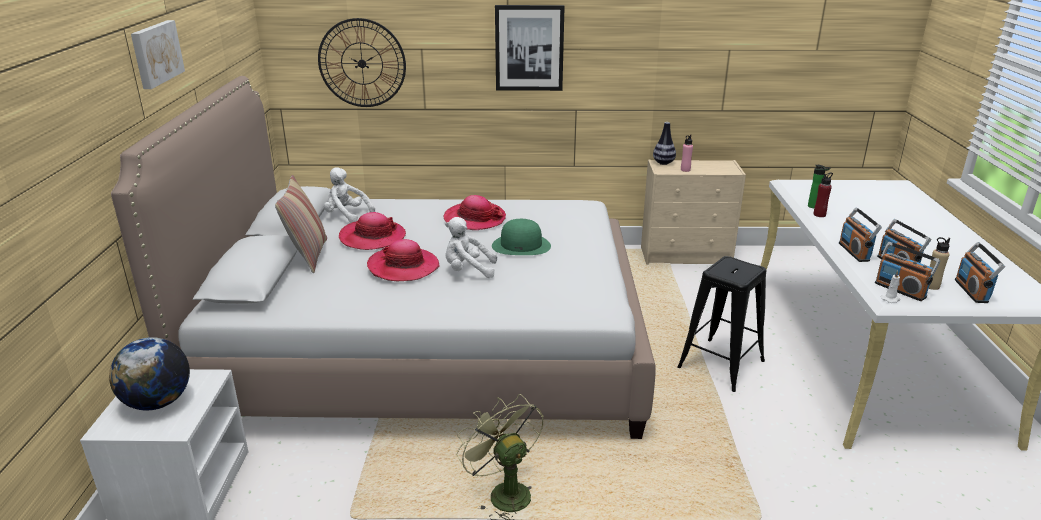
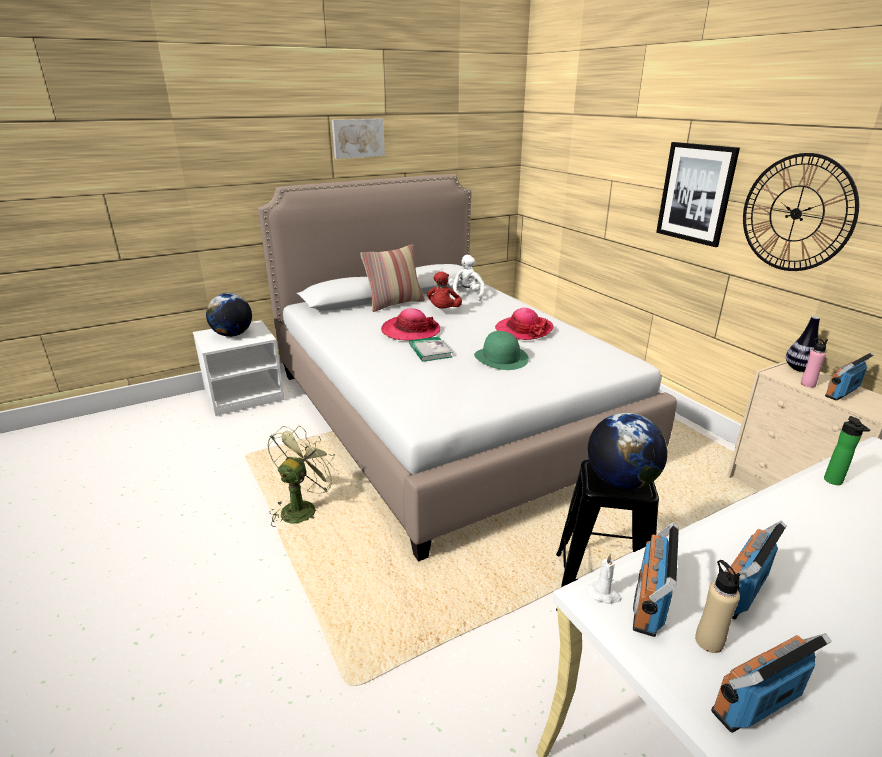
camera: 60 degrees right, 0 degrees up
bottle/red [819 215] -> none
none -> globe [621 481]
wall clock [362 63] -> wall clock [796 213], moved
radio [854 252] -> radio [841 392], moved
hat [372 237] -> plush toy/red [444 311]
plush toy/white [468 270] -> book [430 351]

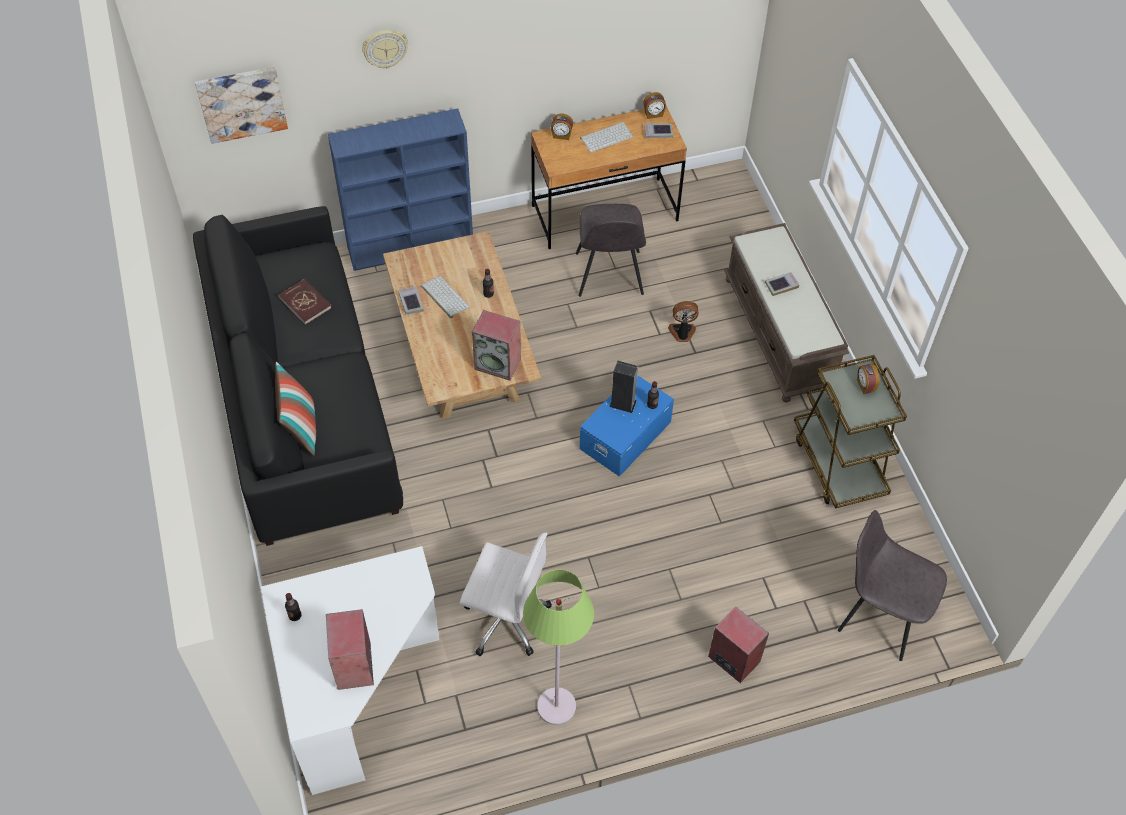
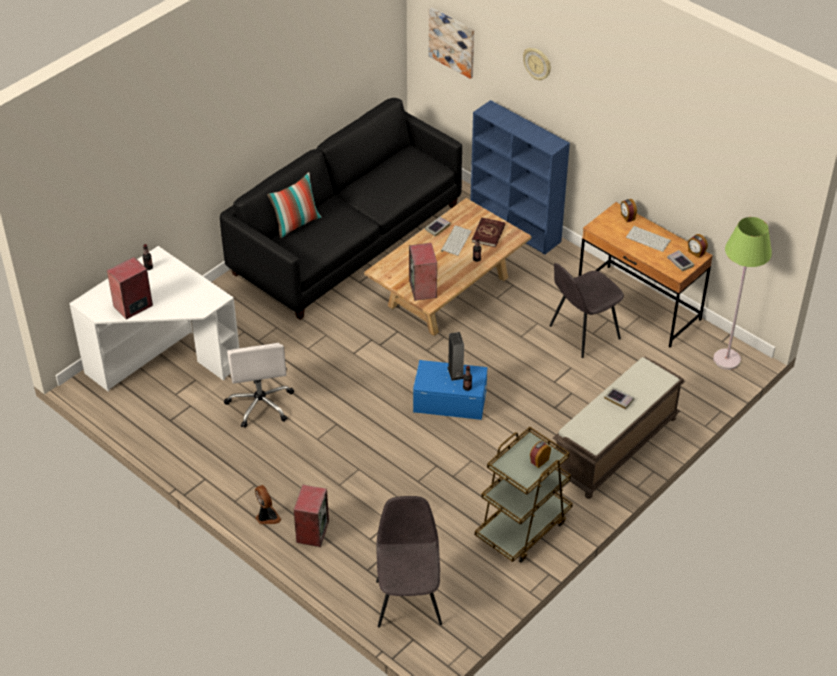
camera: 60 degrees right, 10 degrees down
book/red [305 303] -> book/red [488 234], moved
floor lamp/green [556 706] -> floor lamp/green [727 359], moved
fan [682 333] -> fan [267 517], moved

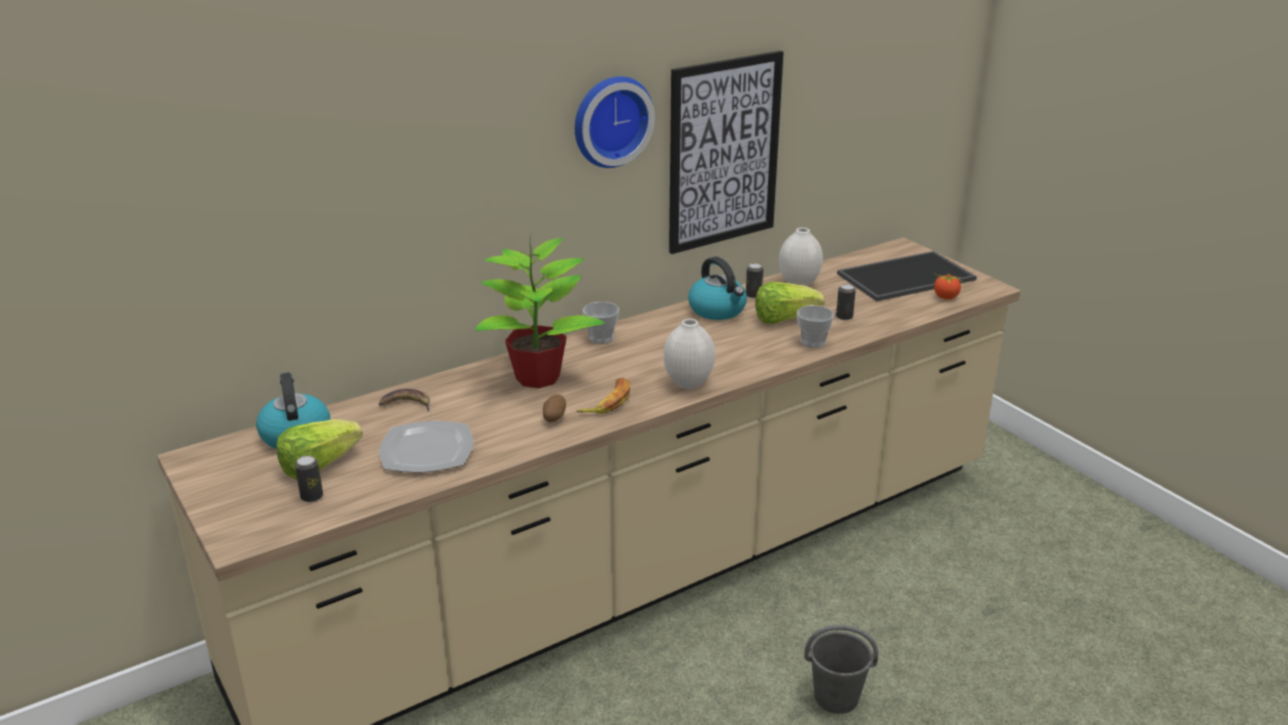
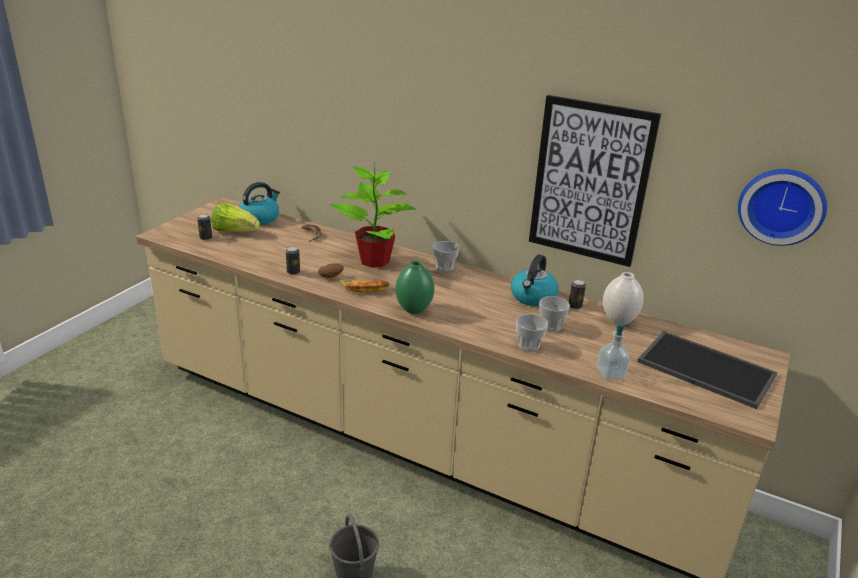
camera: 60 degrees right, 0 degrees up
plate [426 451] -> none
tomato [945 297] -> none
none -> soap dispenser [610 373]
wall clock [610 120] -> wall clock [782 205], moved
can [844 317] -> can [293 272], moved
lettuce [784 319] -> cup [551 326]
vase/white [689 384] -> vase/green [414 310]

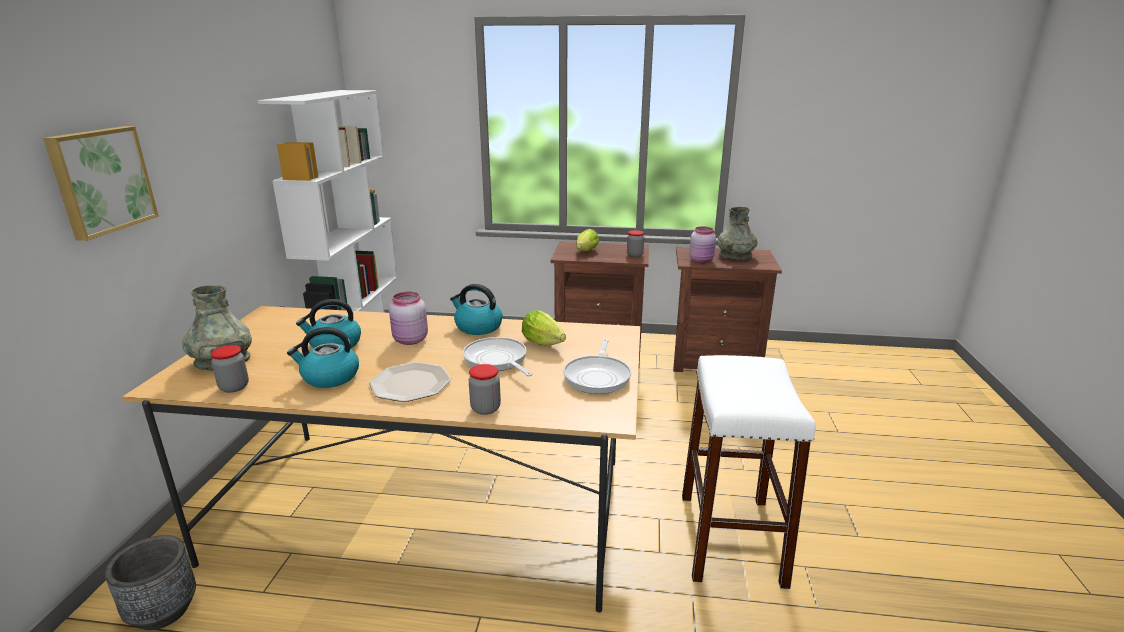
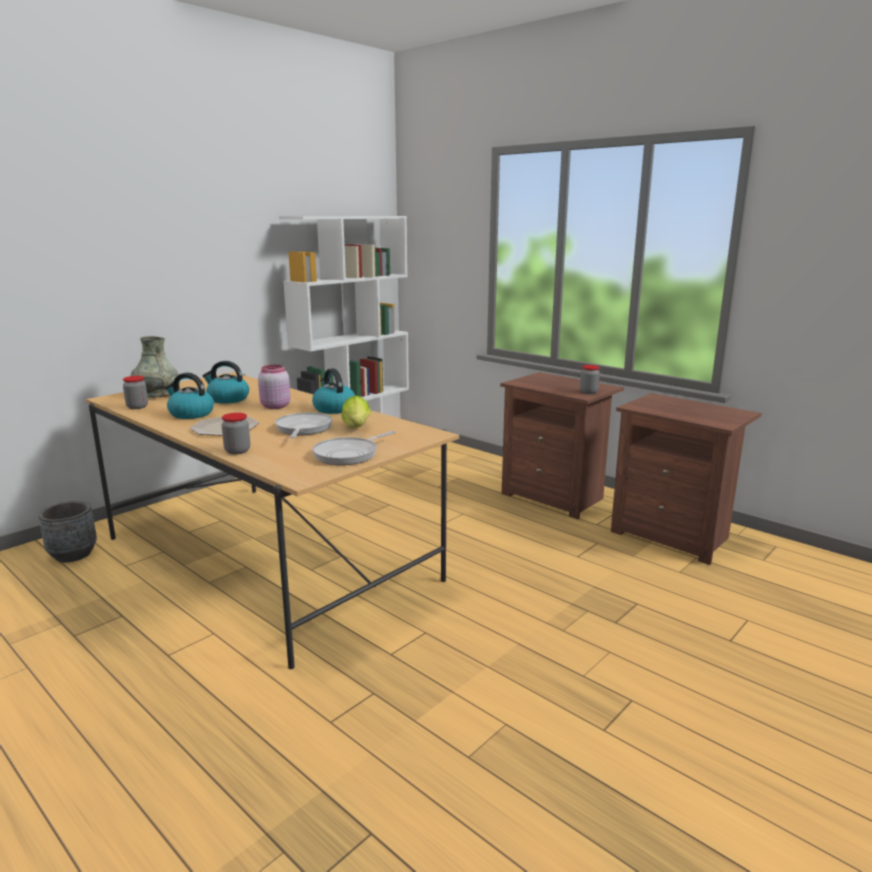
camera: 35 degrees right, 5 degrees down
picture [101 180] -> none
lettuce [585 252] -> none
stool/white [730 538] -> none
jar/pink [702 261] -> none
vase/grey [735 255] -> none

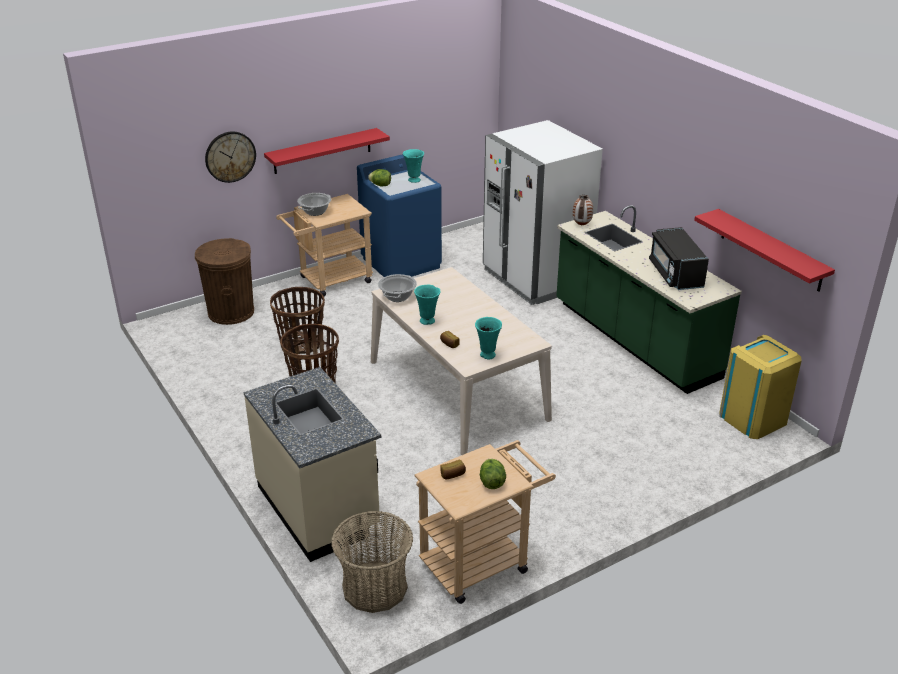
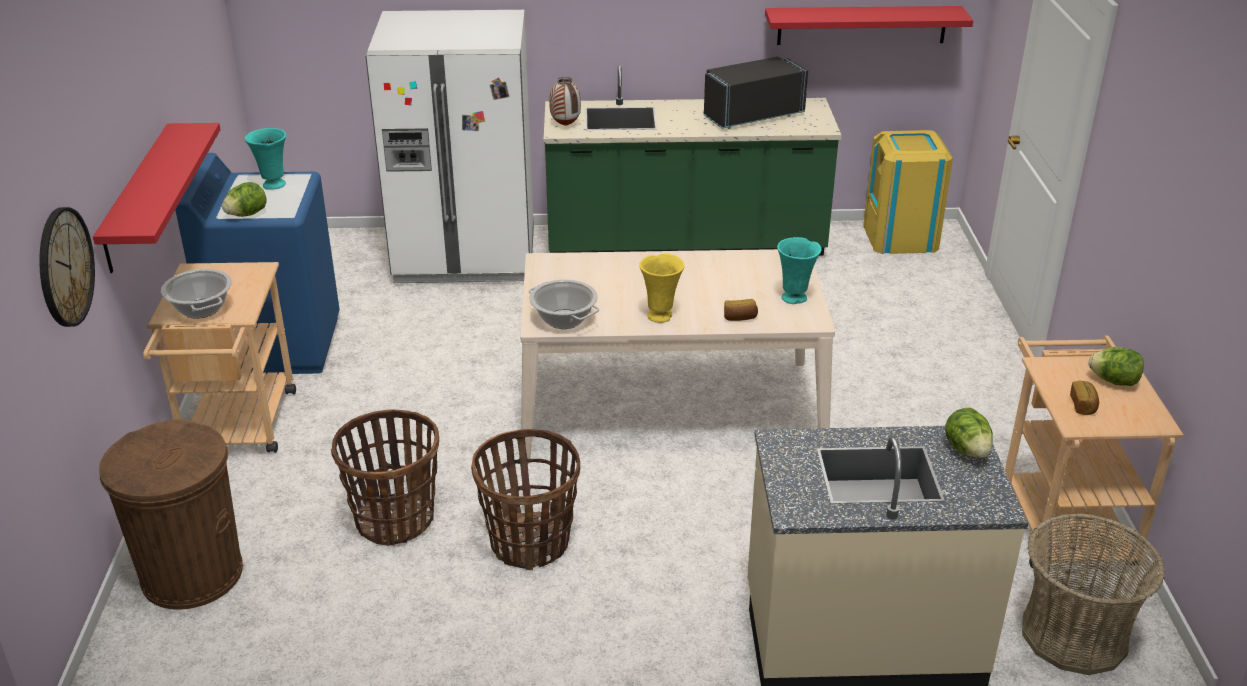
camera: 60 degrees left, 0 degrees up
none -> lettuce [967 450]
vase/turquoise [427 321] -> vase/yellow [661 316]
microwave/black [675 274] -> microwave/black [752 116], 135 degrees clockwise

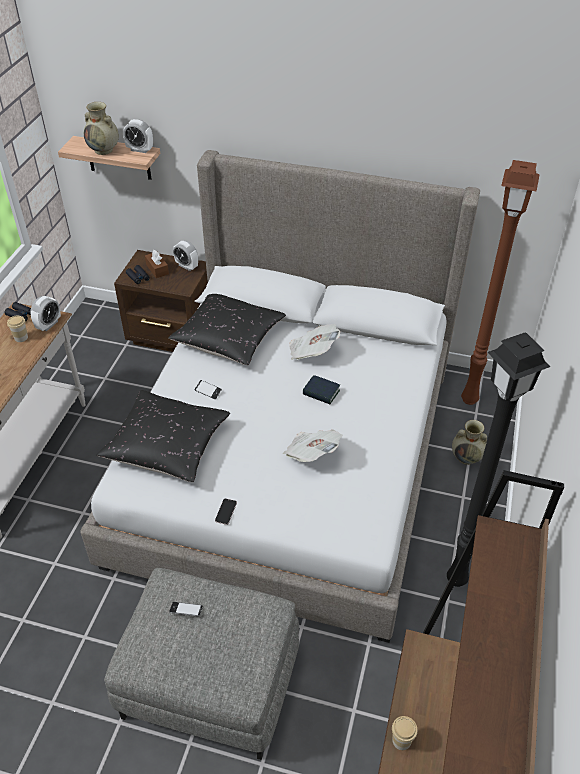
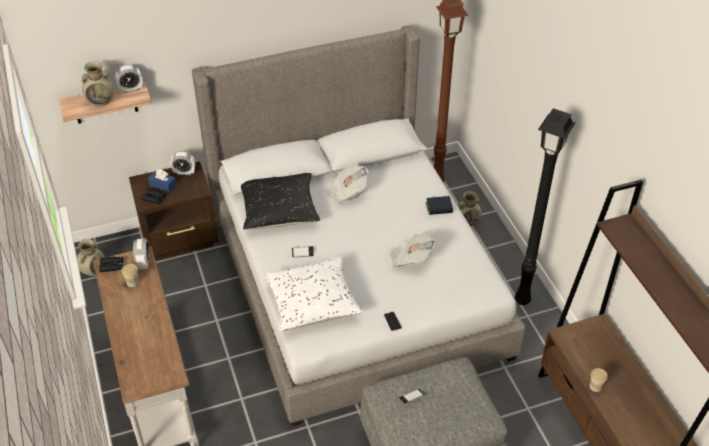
camera: 35 degrees left, 0 degrees up
none -> vase/beige [93 270]
book [321 392] -> book [439 208], moved
pillow/black [167 445] -> pillow/white [312 302]
tissue box/brown [157 269] -> tissue box/blue [163 185]

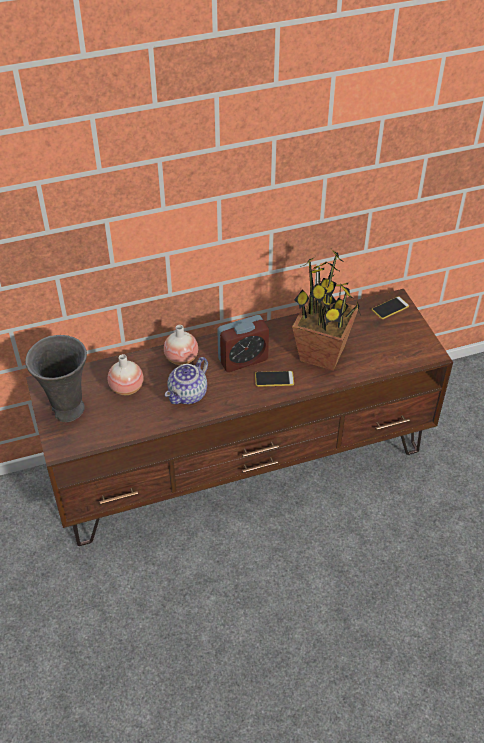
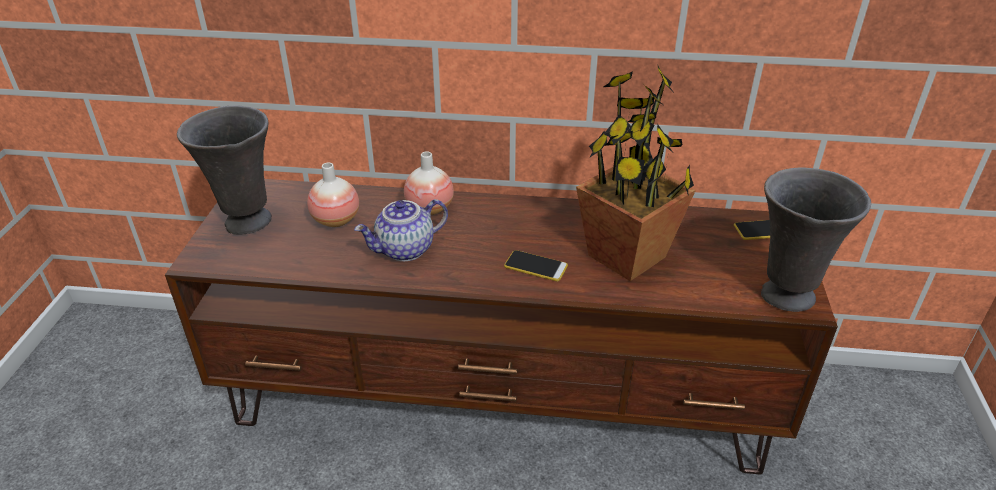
camera: 25 degrees right, 10 degrees down
alarm clock [243 359] -> none
none -> vase/grey [785 296]

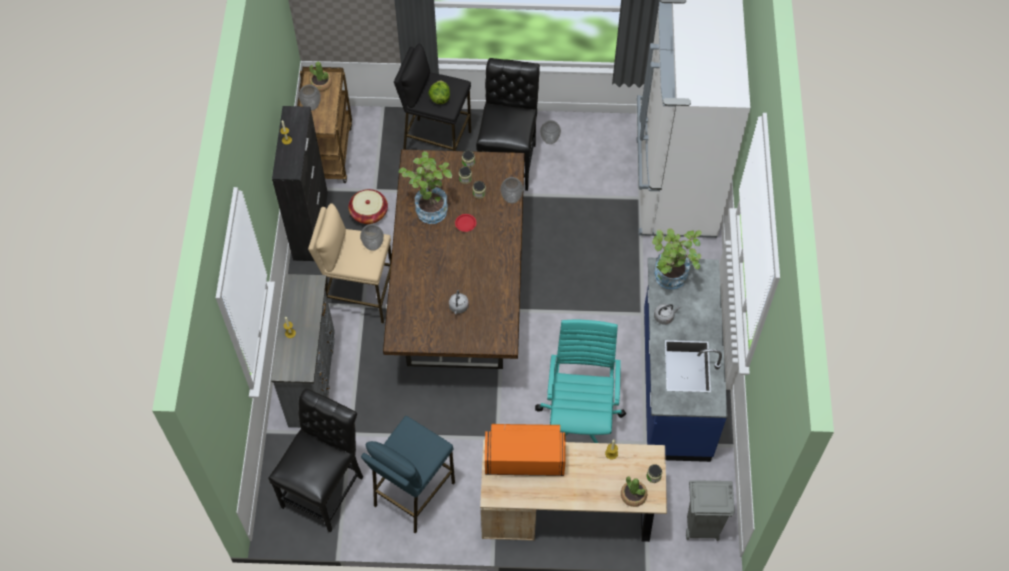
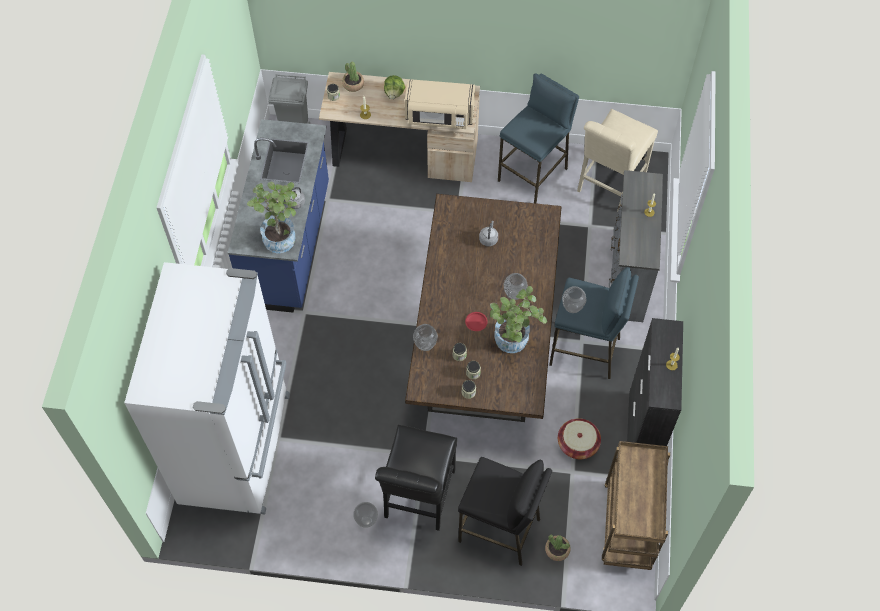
camera: 175 degrees left, 0 degrees up
office chair/turquoise [580 421] -> none
vase [311 107] -> vase [514 295], moved
potted plant [321 84] -> potted plant [557 550], moved
lettuce [439 98] -> lettuce [394 93], moved
chair/black [326 488] -> chair/beige [609 185]
stool/beige [359 296] -> stool/blue [585 351]
microwave/orange [524 458] -> microwave/beige [439 116]

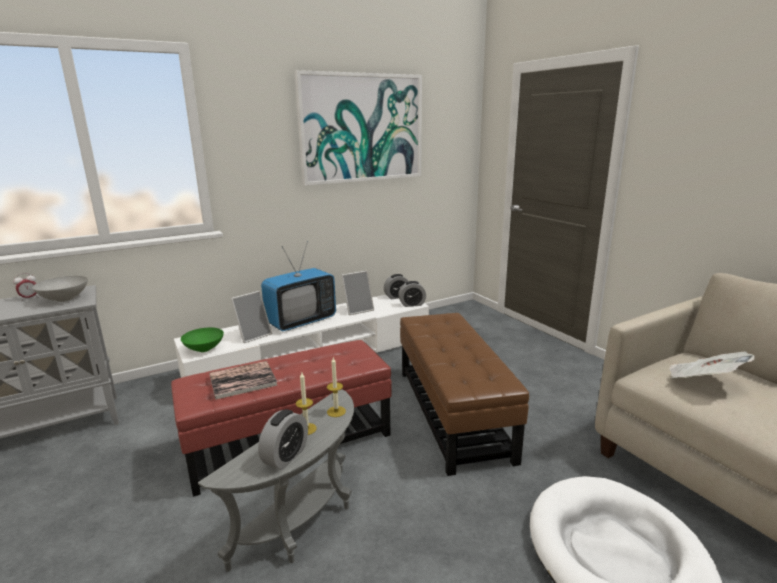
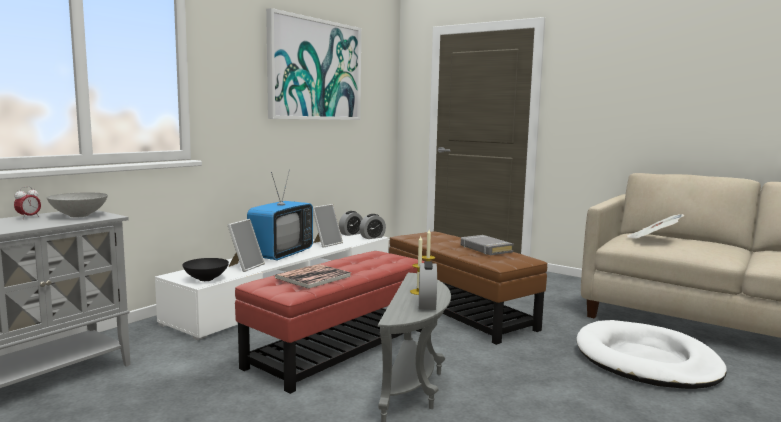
camera: 25 degrees left, 10 degrees down
none -> book/grey [485 249]
bowl/green [205 349] -> bowl/black [207 279]

